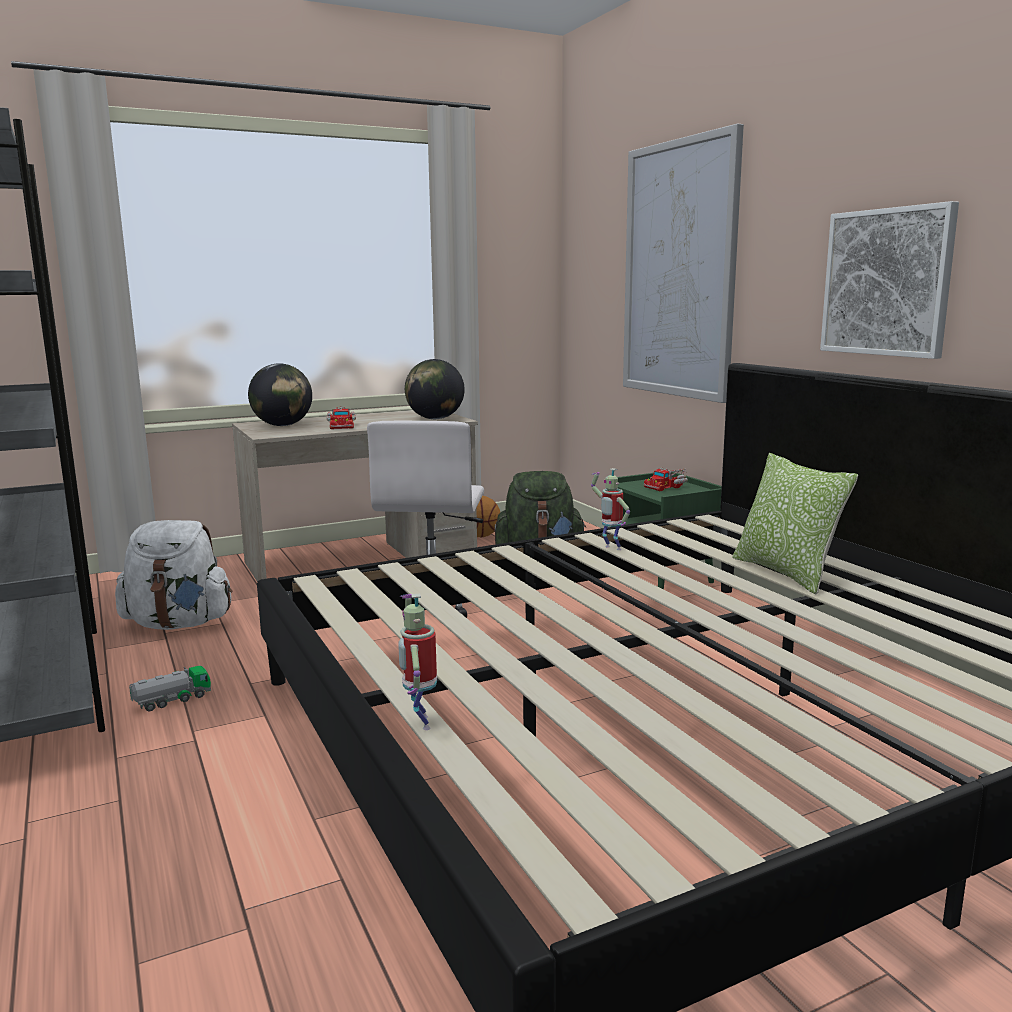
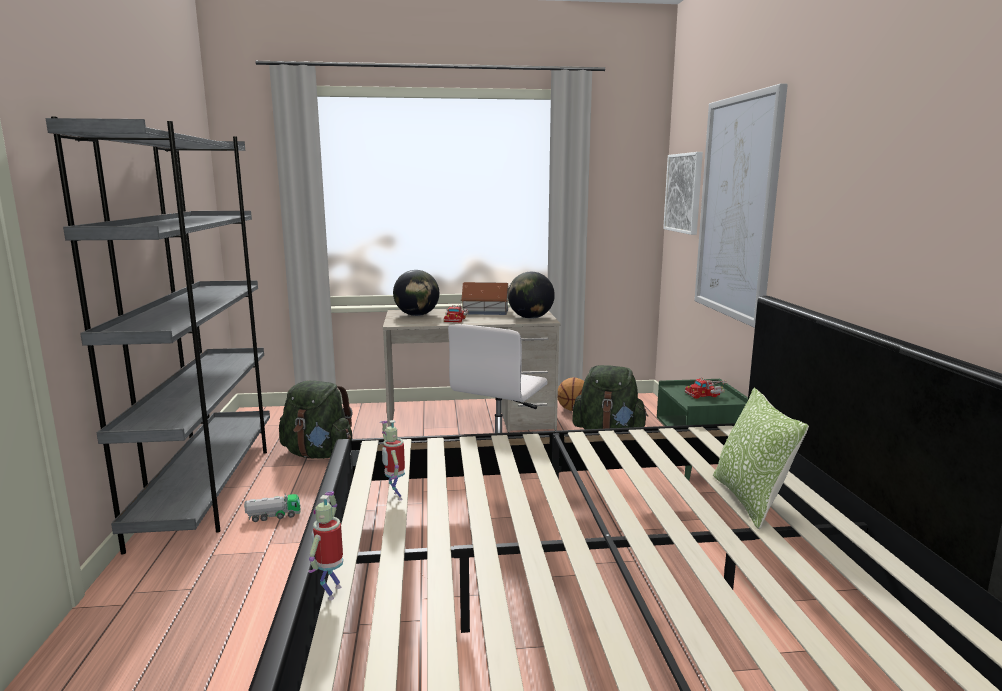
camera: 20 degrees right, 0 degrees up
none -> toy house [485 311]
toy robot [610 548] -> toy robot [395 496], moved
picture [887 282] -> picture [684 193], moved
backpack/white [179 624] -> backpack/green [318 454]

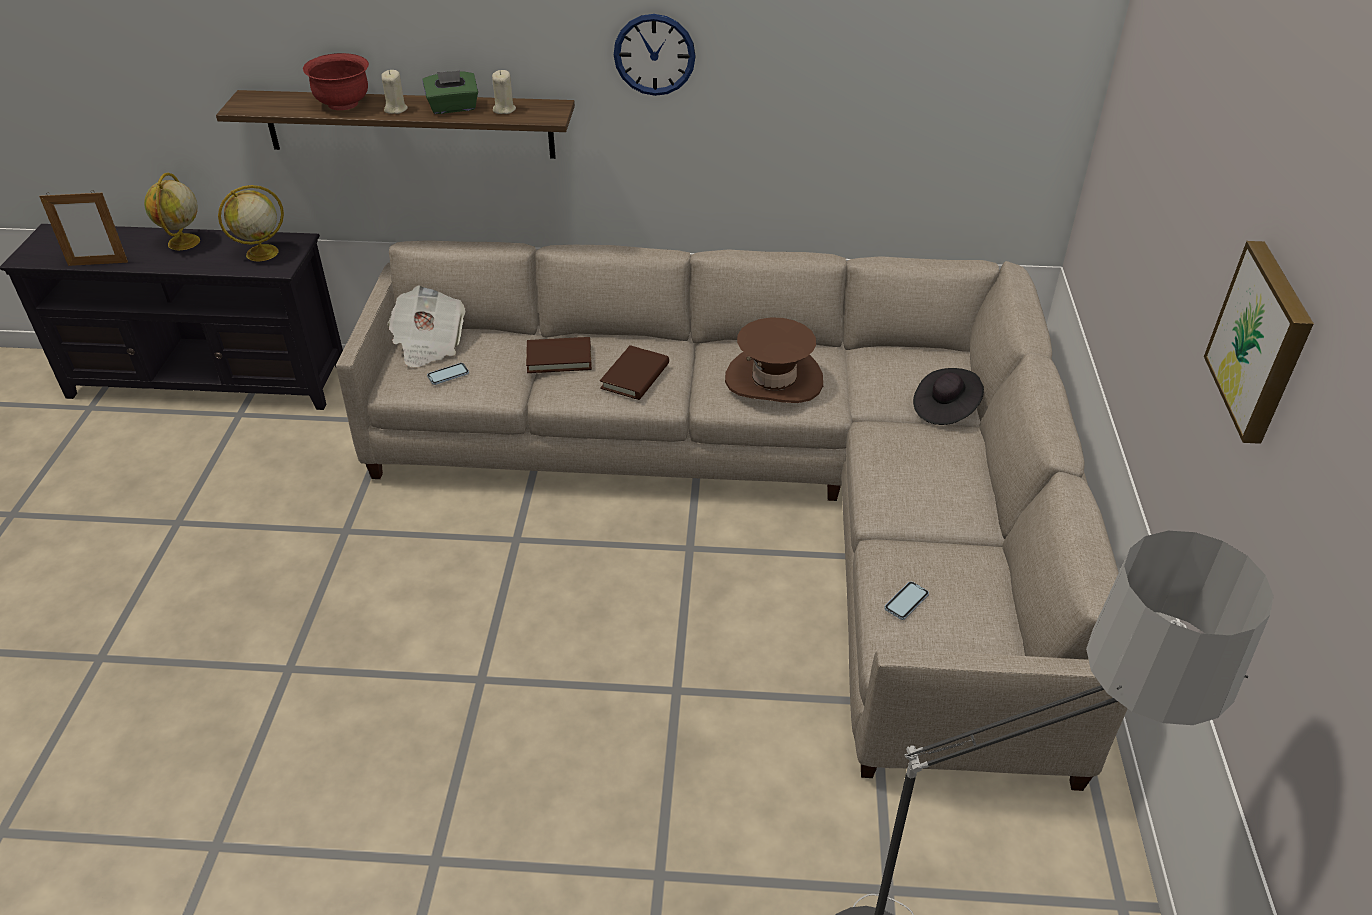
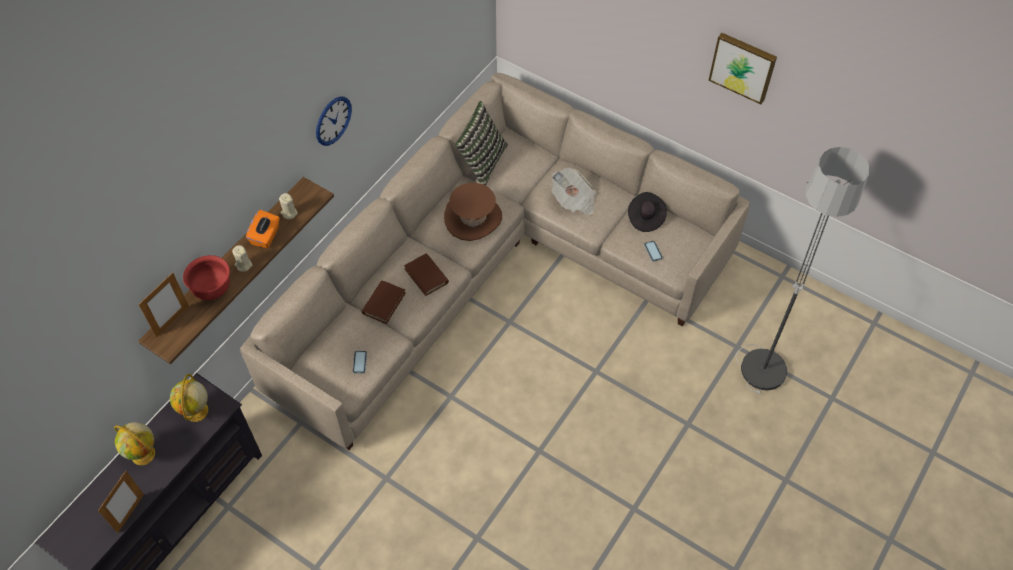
camera: 60 degrees left, 15 degrees up
none -> picture frame [172 321]
none -> pillow [482 162]
newspaper [428 344] -> newspaper [573 200], moved
hat/black [945 408] -> hat/black [645 218], moved
tissue box/green [453 108] -> tissue box/orange [266 236]

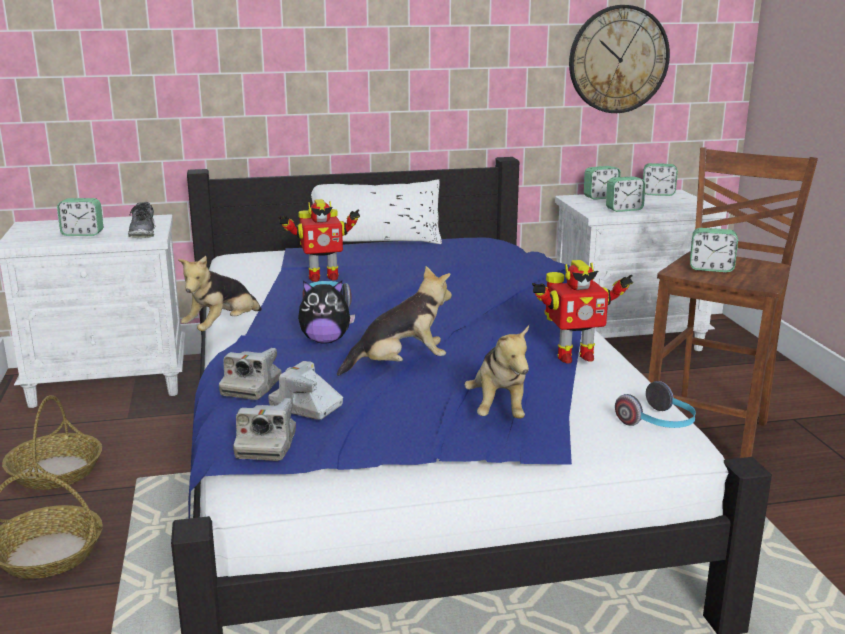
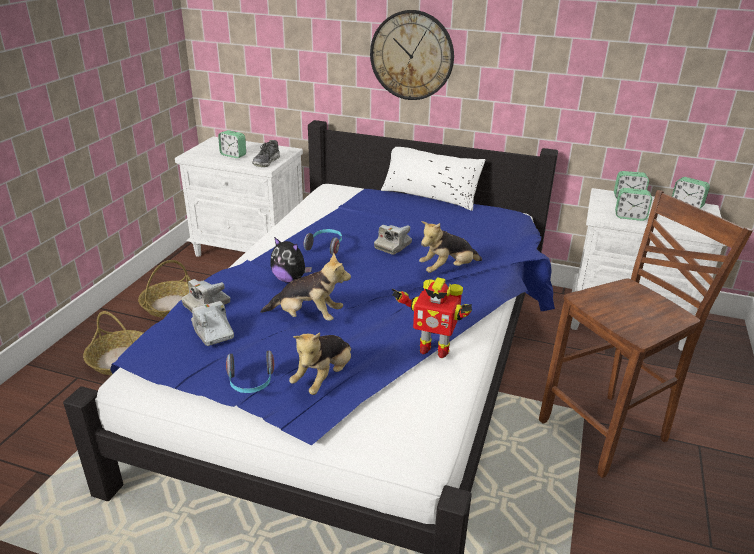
camera: 30 degrees right, 10 degrees up
toy robot [322 277] -> none
alarm clock [711 268] -> none
plush toy [222 327] -> plush toy [448 269], moved
photo camera [266 445] -> photo camera [393 246], moved
wall clock [618 59] -> wall clock [412 55], moved
headphones [658 423] -> headphones [251 382], moved

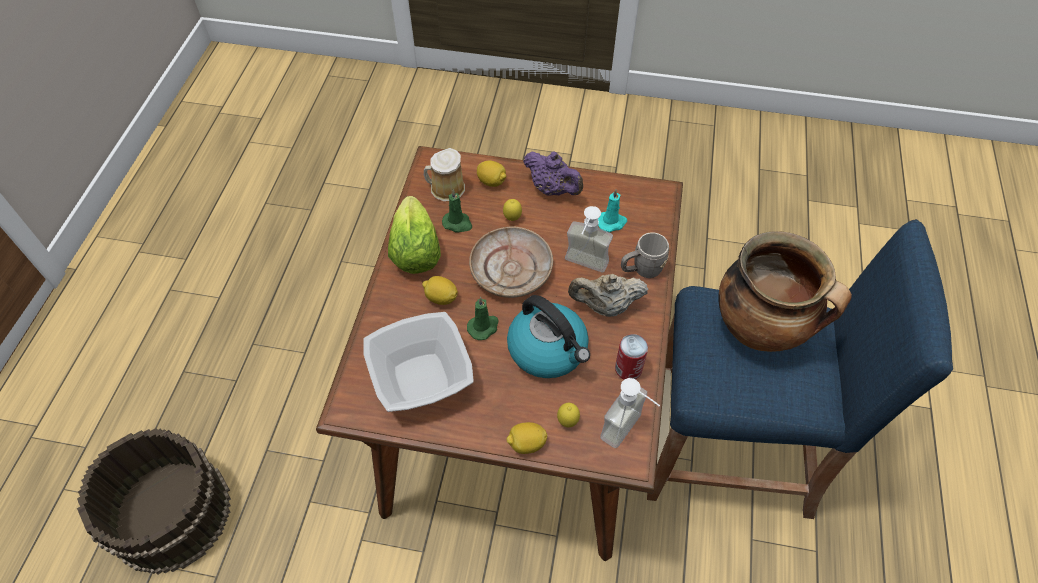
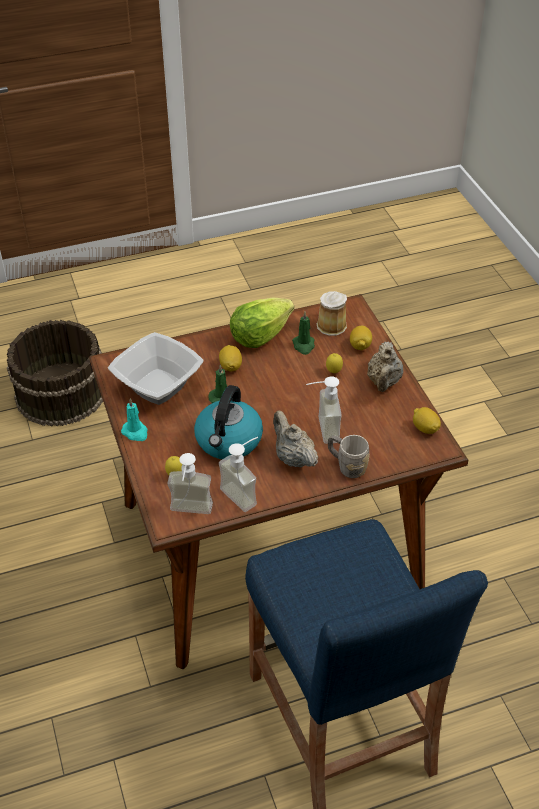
camera: 60 degrees right, 10 degrees down
plate/beige [511 269] -> none
cooking pot [761 329] -> none
lemon [526 444] -> lemon [425 428], moved
candle/turquoise [612 222] -> candle/turquoise [135 432], moved
can [628 369] -> soap dispenser [245 492]
teapot/purple [553 189] -> teapot/beige [383 382]

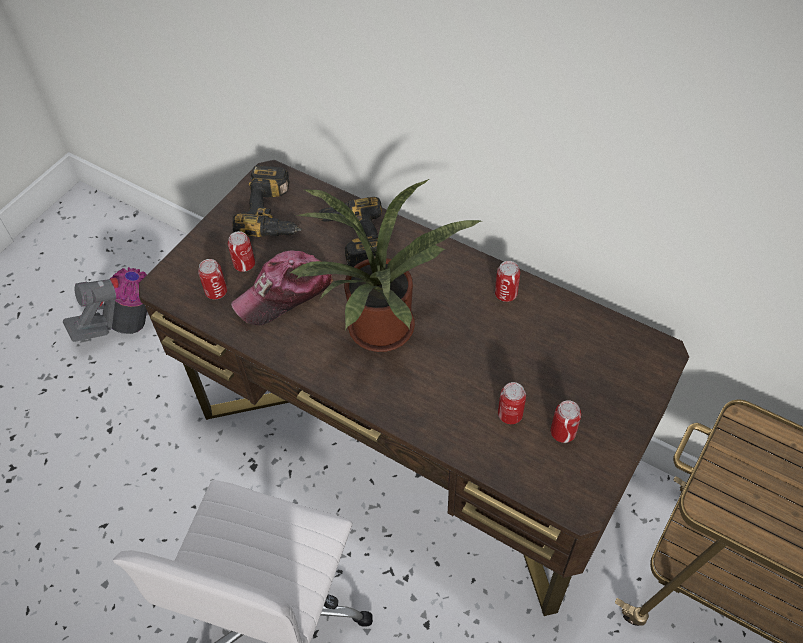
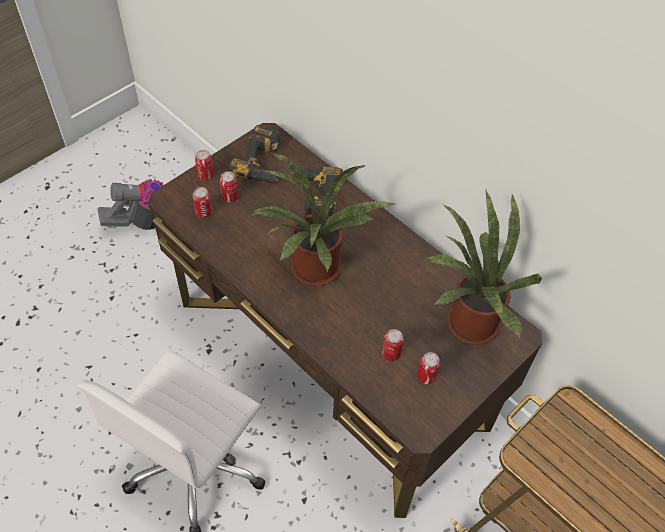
camera: 10 degrees right, 0 degrees up
cap [284 293] -> none
none -> potted plant [466 323]
can [506 294] -> can [205 175], moved

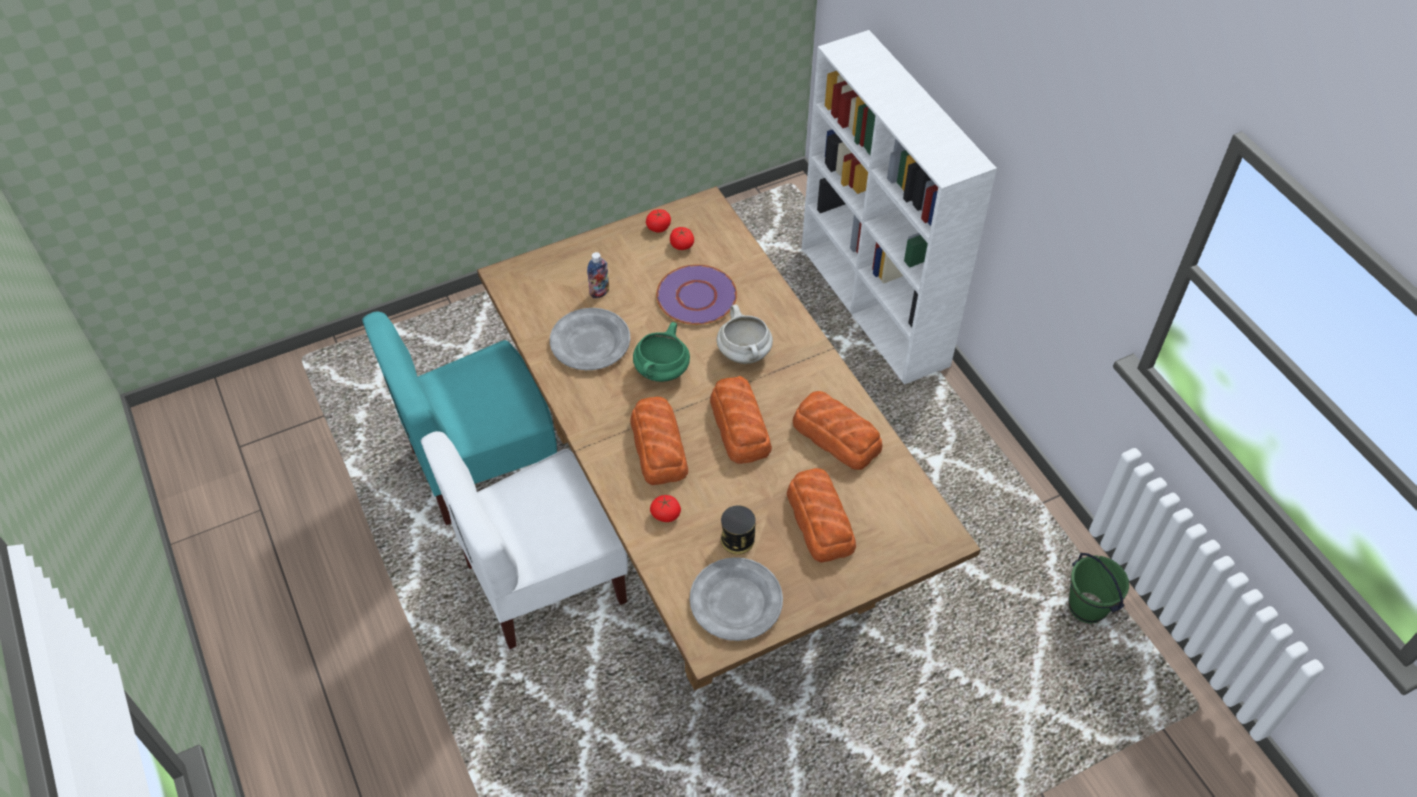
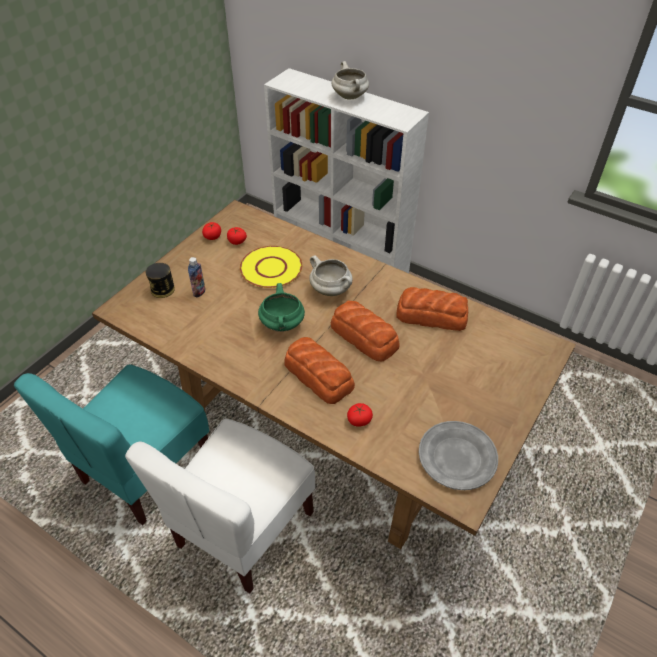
camera: 30 degrees left, 5 degrees down
plate/grey [590 342] -> none
bread [820 519] -> none
bucket/green [1087 607] -> none
none -> cooking pot/white [350 97]
can [737 539] -> can [162 289], moved
plate/purple [697 296] -> plate/yellow [271 268]

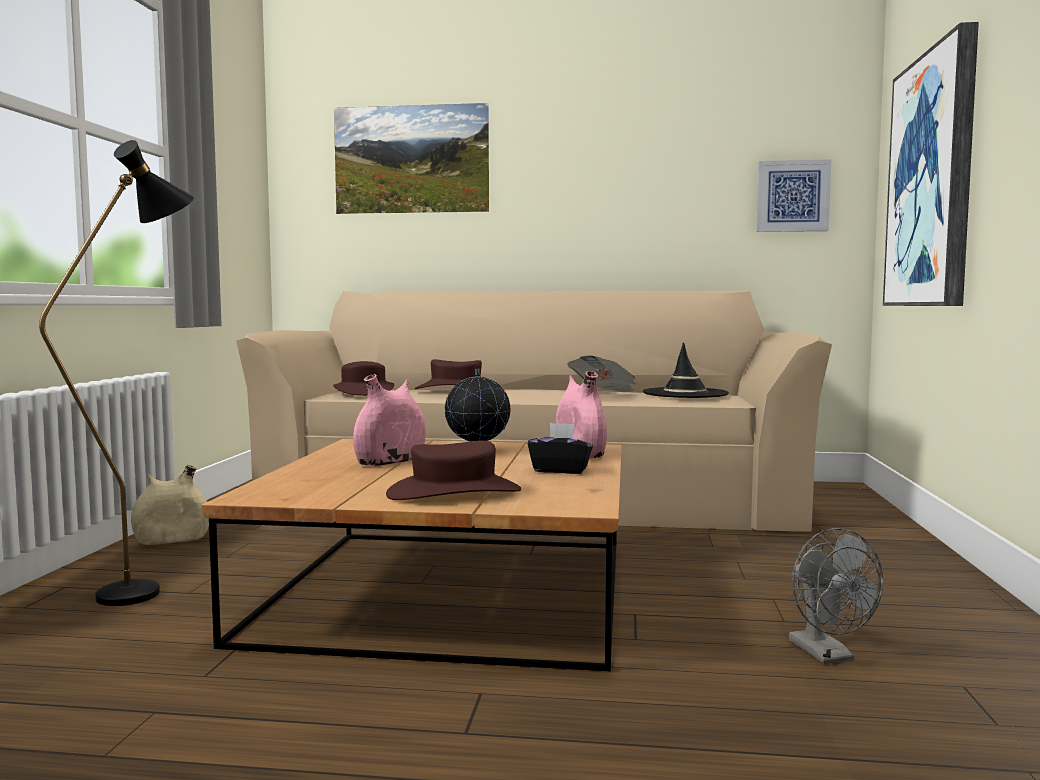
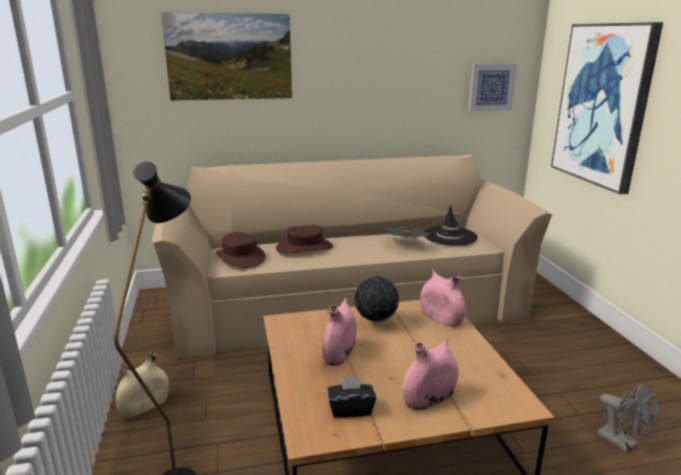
camera: 20 degrees left, 15 degrees up
tissue box/black [560 470] -> tissue box/black [351 409], moved
hat/brown [454 492] -> vase/pink [429 398]

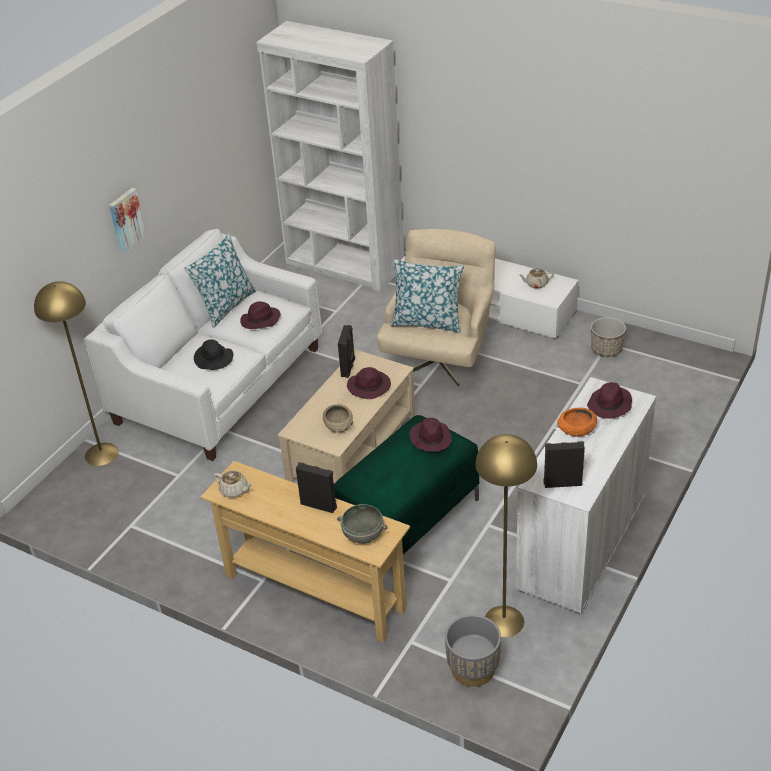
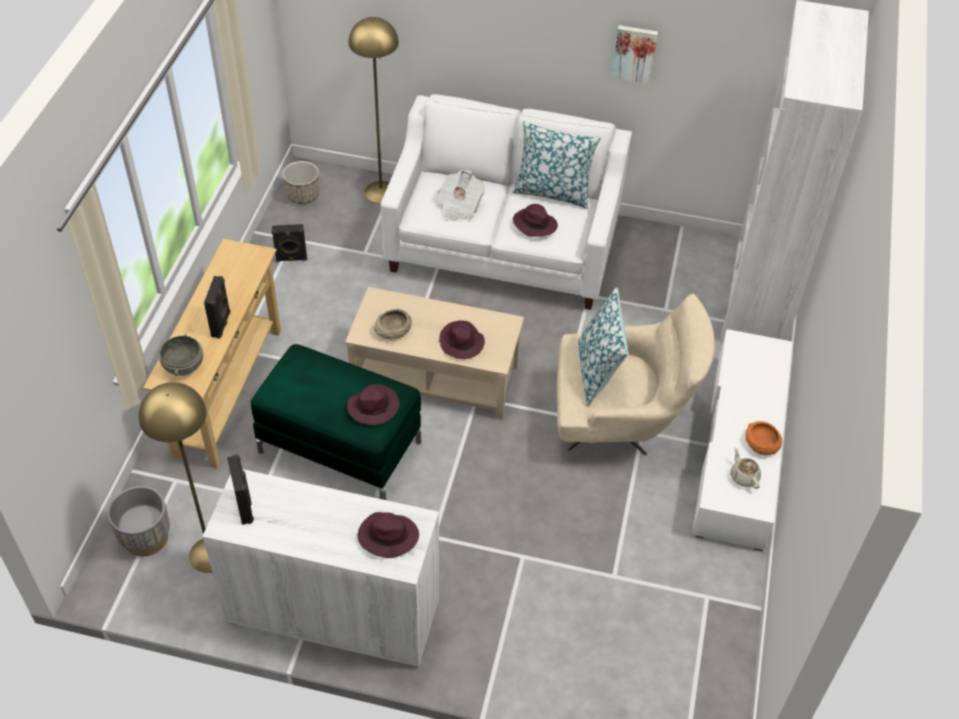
camera: 70 degrees right, 10 degrees up
teapot/beige [234 490] -> none
picture [125 219] -> picture [634 53], moved
speaker/black [348 368] -> speaker/black [291 259], moved
bowl/orange [577 429] -> bowl/orange [761 444], moved
planter [606 350] -> planter [303 195], moved
hat/black [214 359] -> newspaper [459 206]

